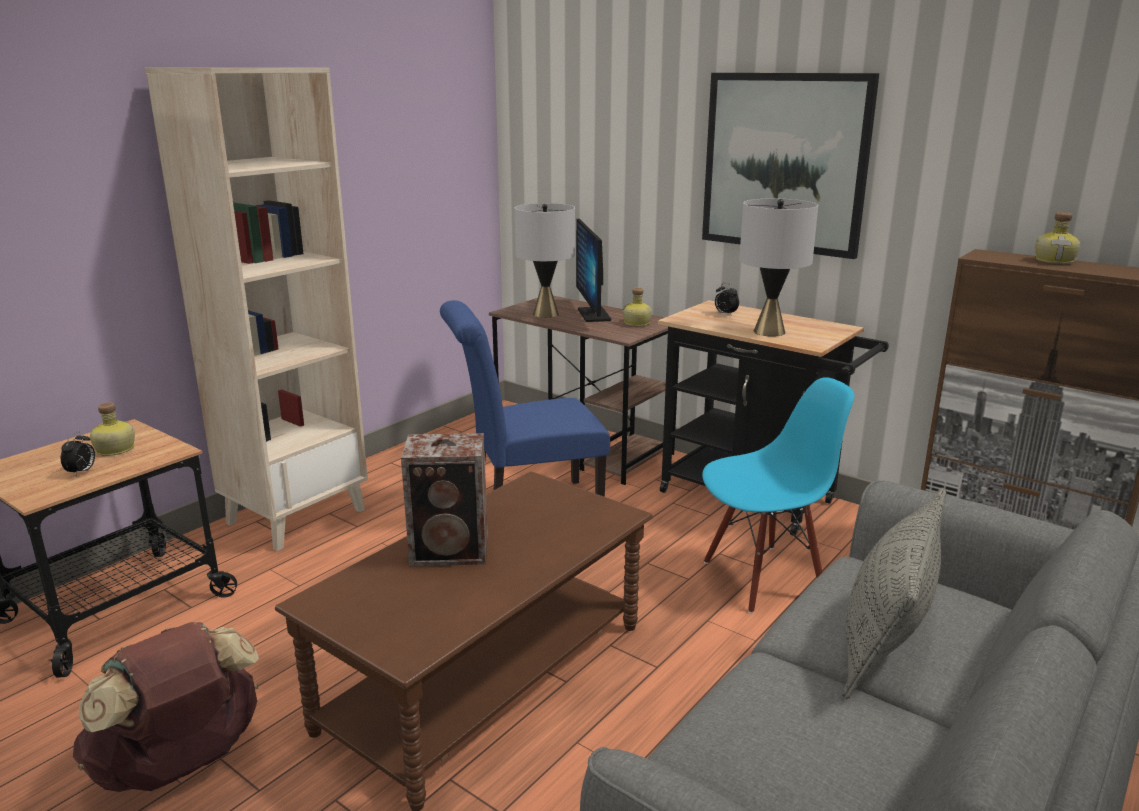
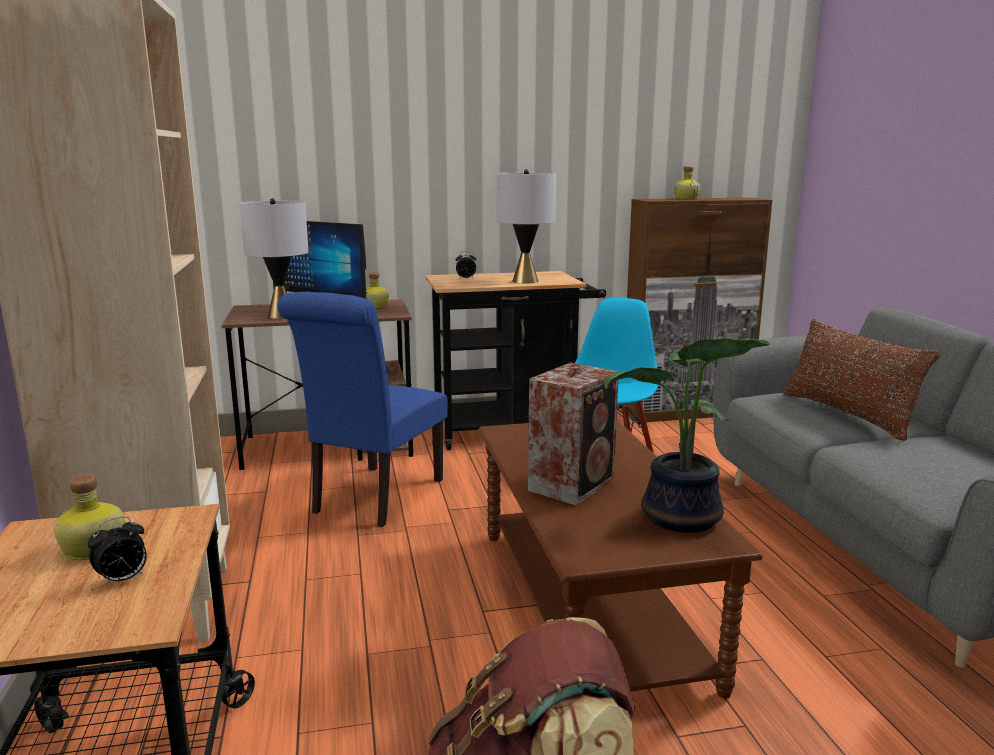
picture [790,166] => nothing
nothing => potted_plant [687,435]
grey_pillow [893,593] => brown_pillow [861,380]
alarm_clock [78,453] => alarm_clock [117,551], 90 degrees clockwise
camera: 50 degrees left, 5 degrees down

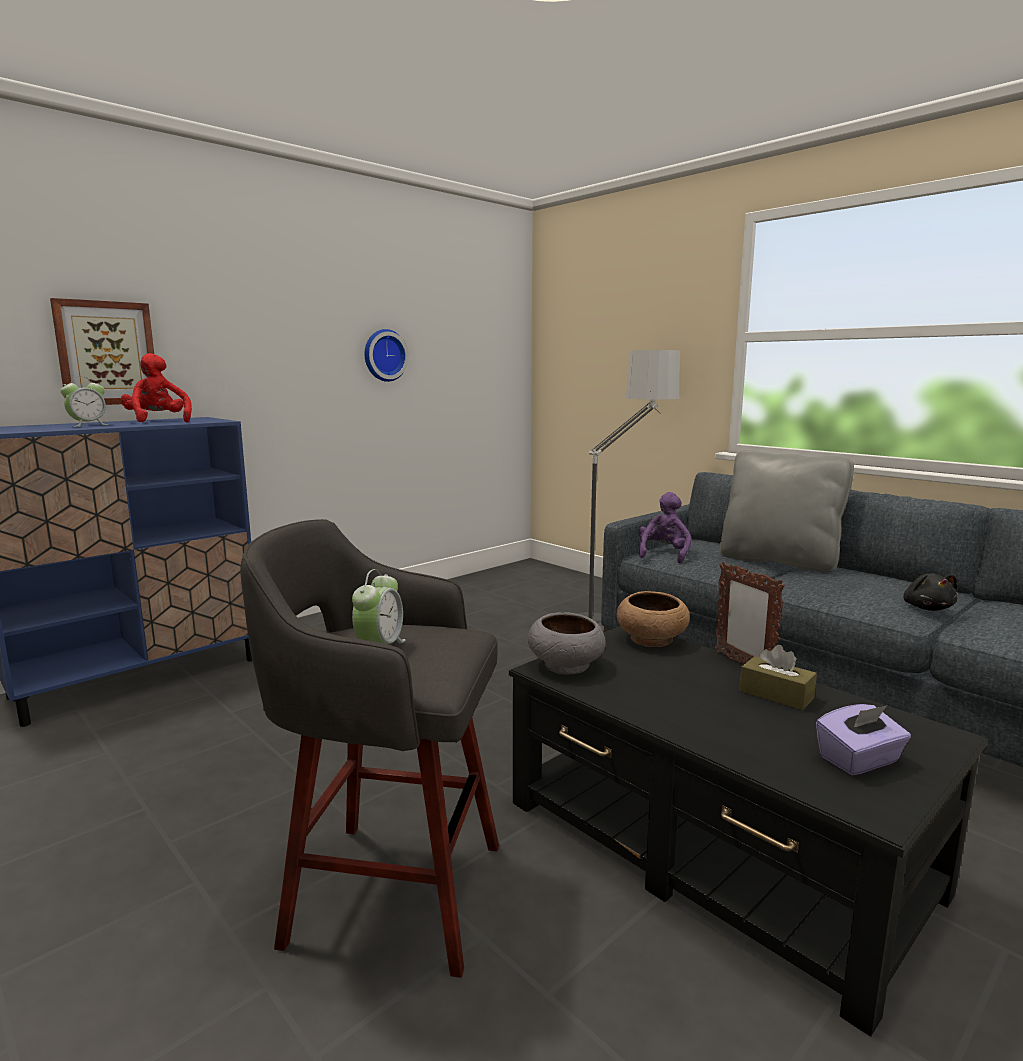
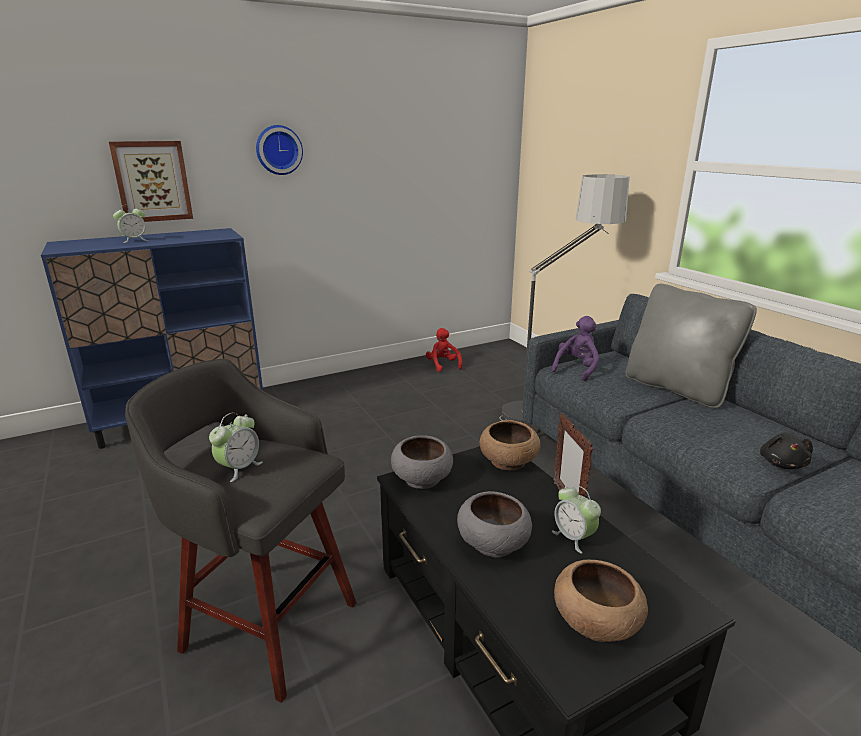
nothing => grey_bowl [494,524]
red_plush_toy [156,388] => red_plush_toy [444,350], move
wall_clock [387,355] => wall_clock [279,150], move
brown_tissue_box [778,677] => alarm_clock [576,520]
purple_tissue_box [863,739] => brown_bowl [601,600]
camera: 15 degrees right, 10 degrees up

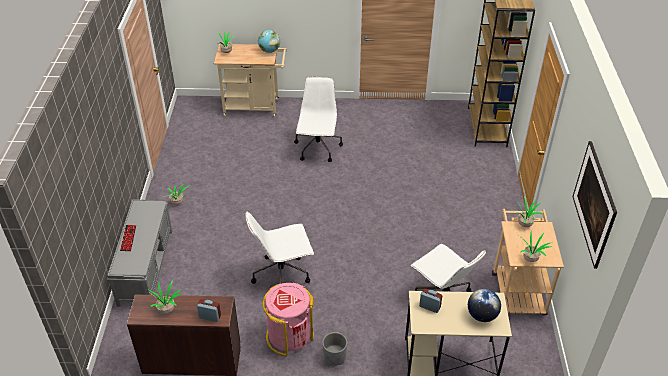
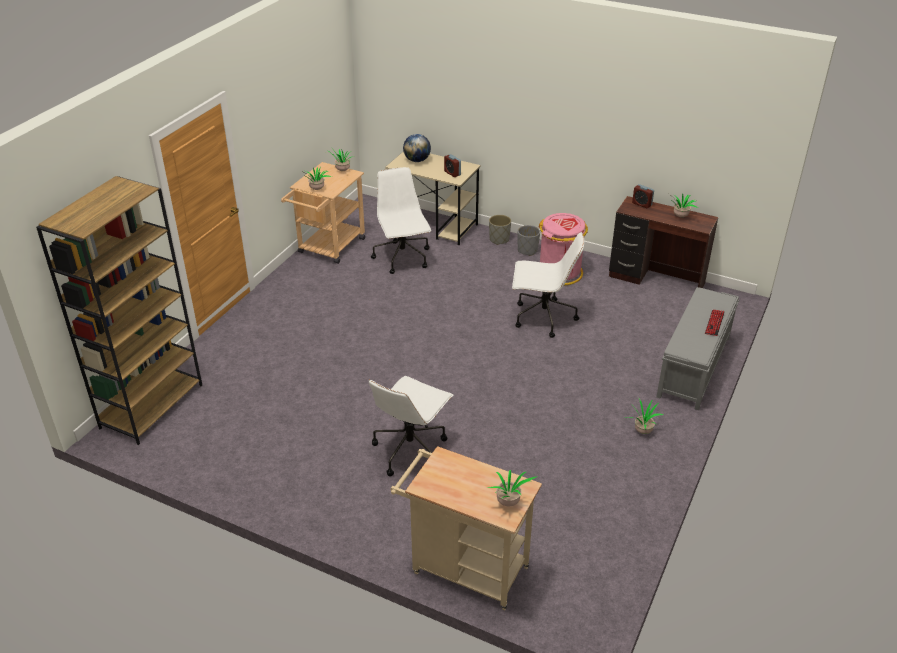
globe [269,41] => nothing
picture [594,205] => nothing
nothing => grey_planter [500,230]
camera: 155 degrees left, 5 degrees down

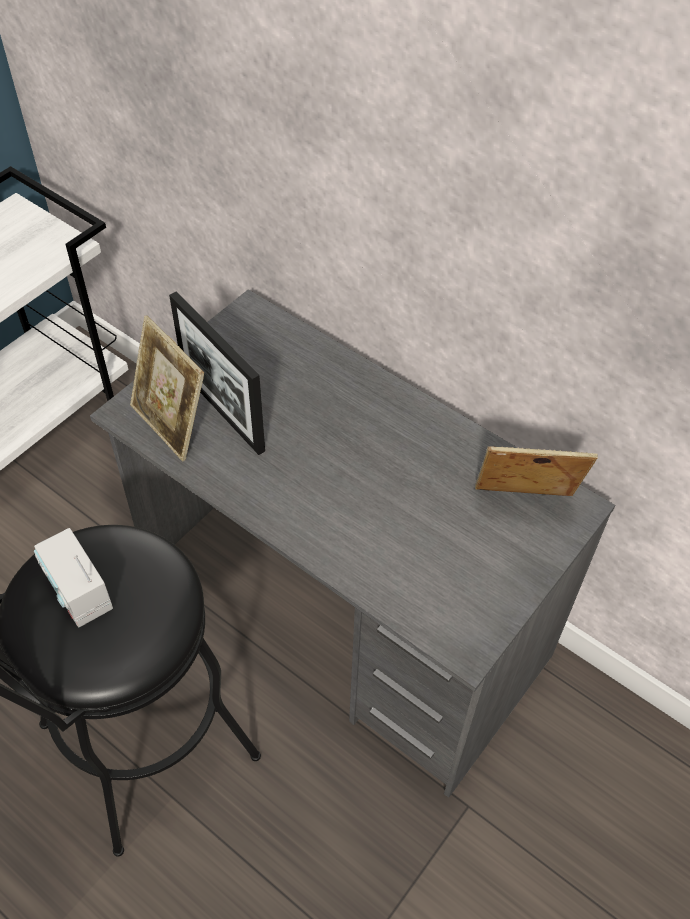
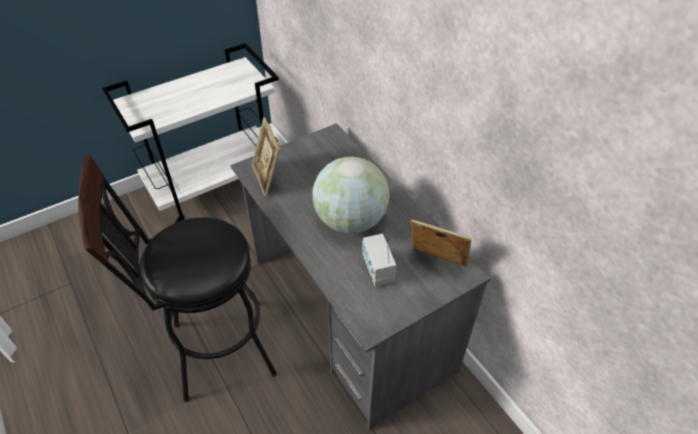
picture_frame [217,373] => nothing
nothing => globe [351,195]
radio [73,577] => radio [379,260], move
camera: 20 degrees right, 5 degrees down

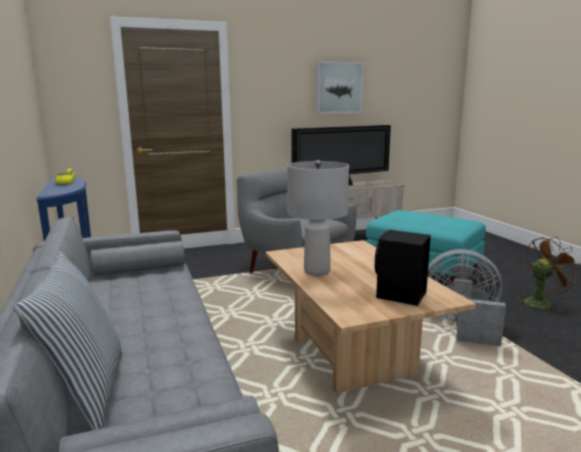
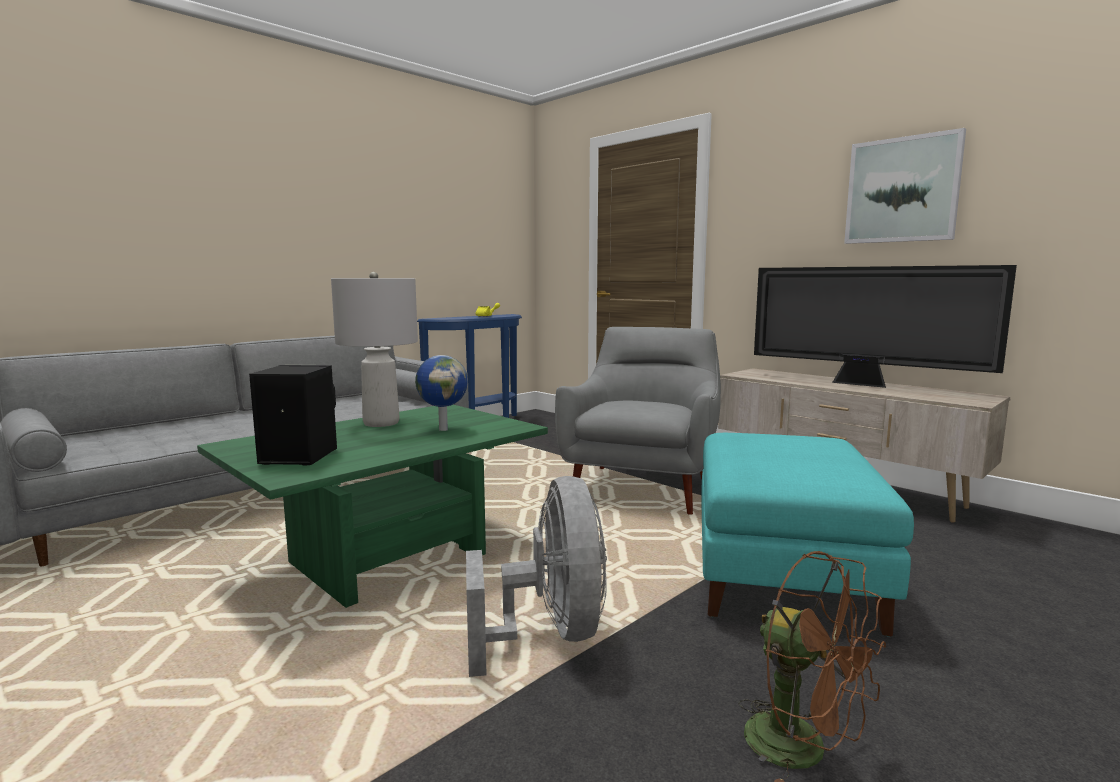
pillow [68,340] => nothing
nothing => globe [441,393]
beige_coffee_table [370,316] => green_coffee_table [372,506]
camera: 65 degrees right, 5 degrees down

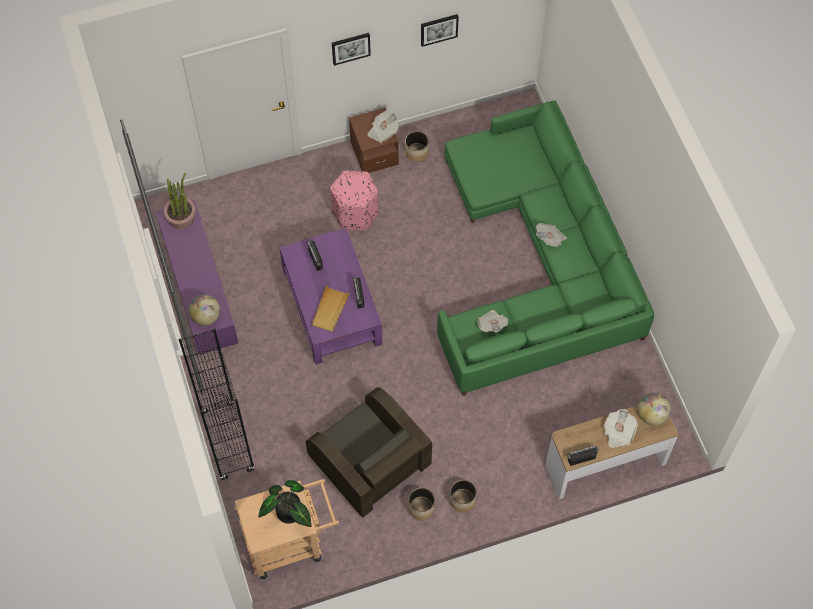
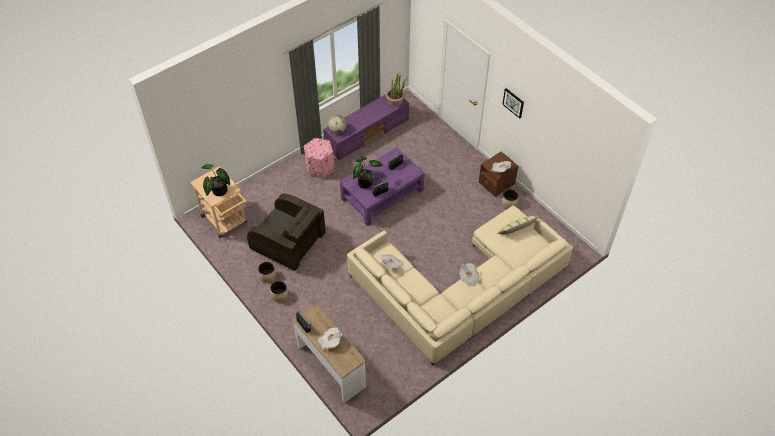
black_bookcase [217,404] => nothing
picture [440,30] => nothing
globe [654,409] => nothing
nothing => pillow [518,225]
pink_ottoman [354,200] => pink_ottoman [319,158], move
beige_tray [331,309] => potted_plant [368,173]
green_sofa [545,248] => beige_sofa [460,286]
brown_armchair [369,452] => brown_armchair [286,232], 90 degrees counterclockwise
camera: 70 degrees right, 10 degrees down

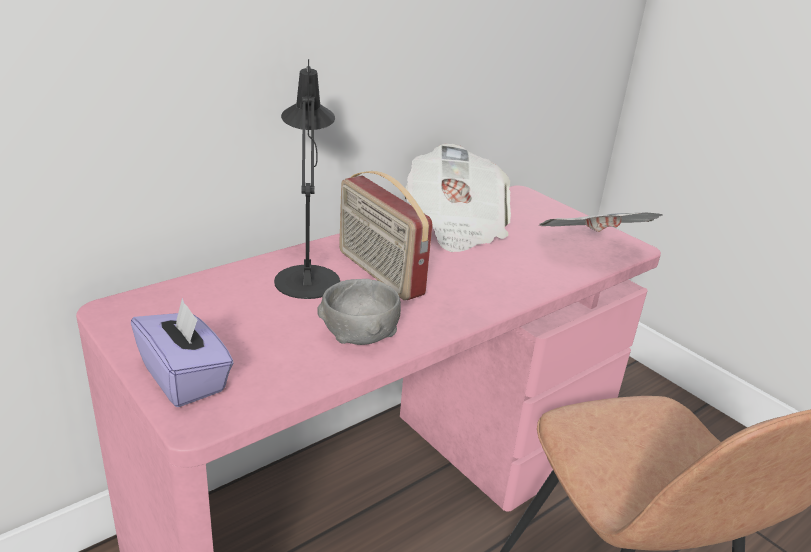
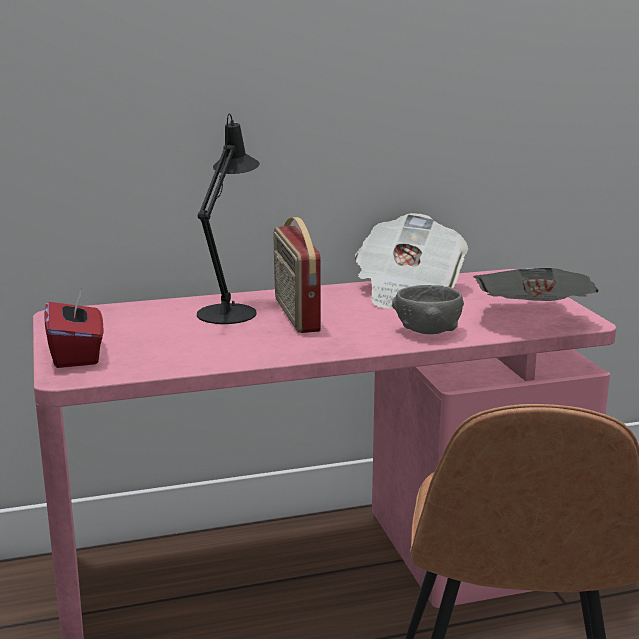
grey_bowl [359,312] => grey_bowl [428,309], move
purple_tissue_box [182,352] => red_tissue_box [74,327]
camera: 25 degrees right, 10 degrees down

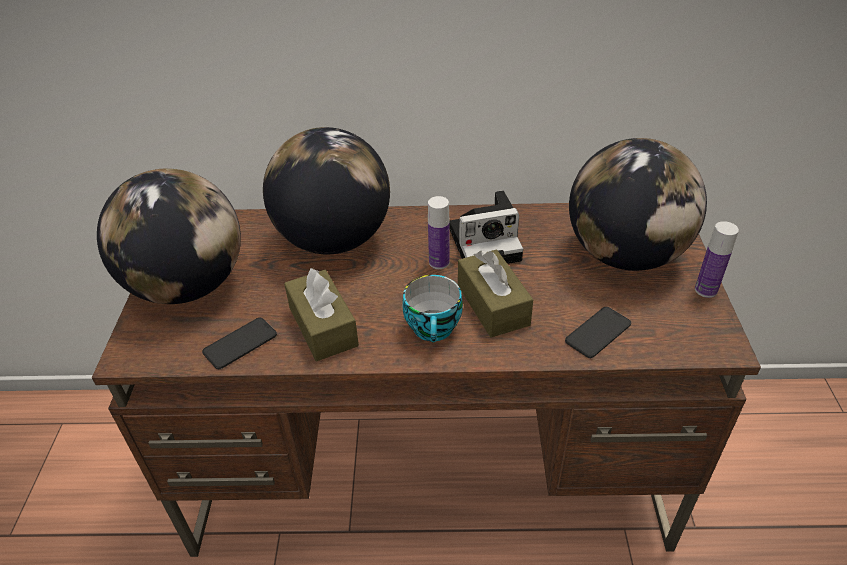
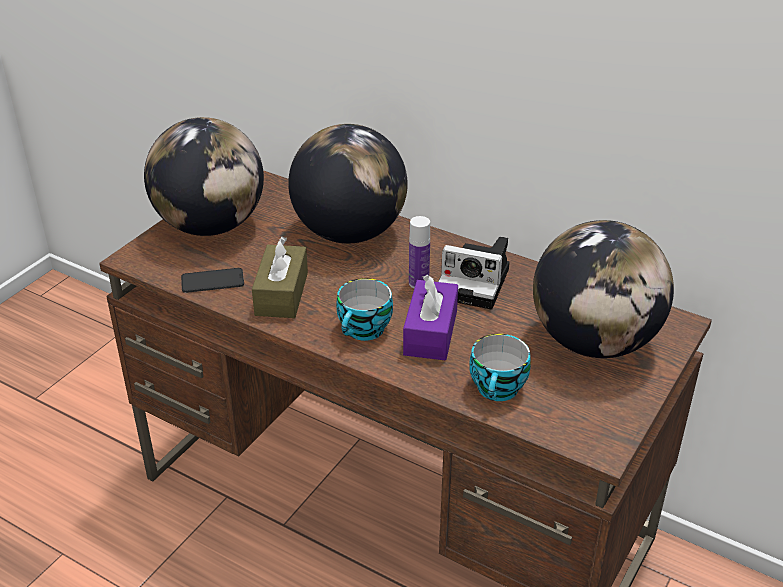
bottle [717,259] => nothing
phone [598,332] => cup [500,367]
brown_tissue_box [495,293] => purple_tissue_box [430,318]
camera: 30 degrees right, 5 degrees down

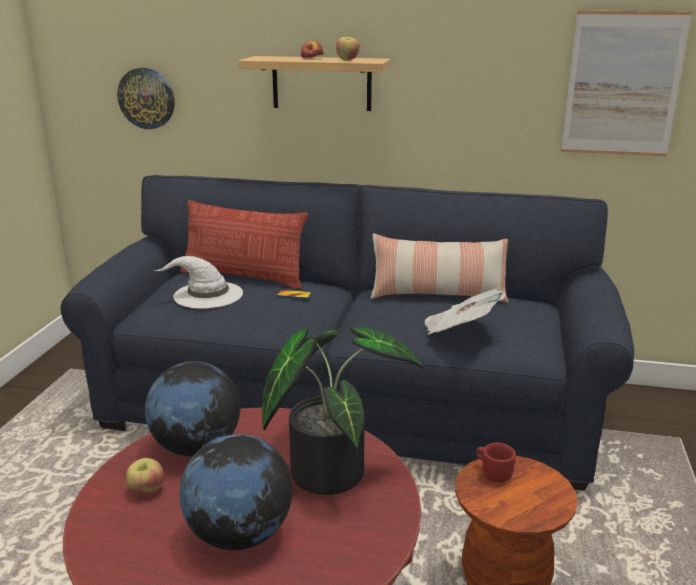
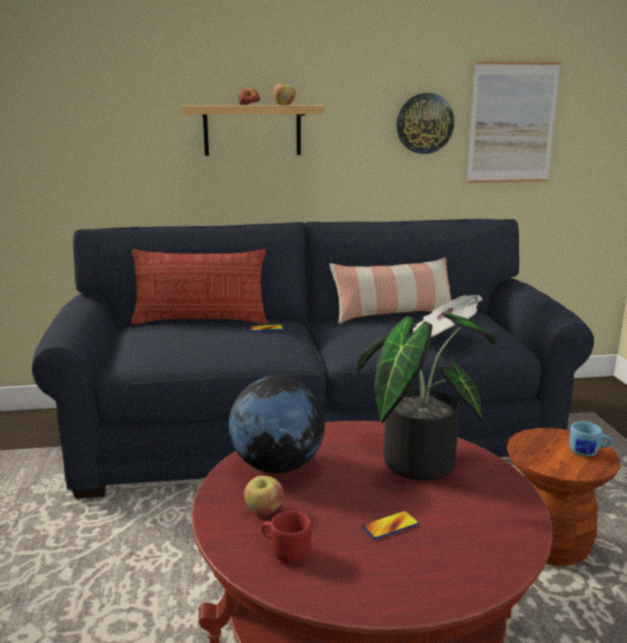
white_hat [199,282] => nothing
nothing => blue_mug [590,439]
wall_clock [146,98] => wall_clock [425,123], move
red_mug [496,463] => red_mug [286,537], move
globe [235,492] => phone [390,525]
camera: 20 degrees left, 5 degrees down

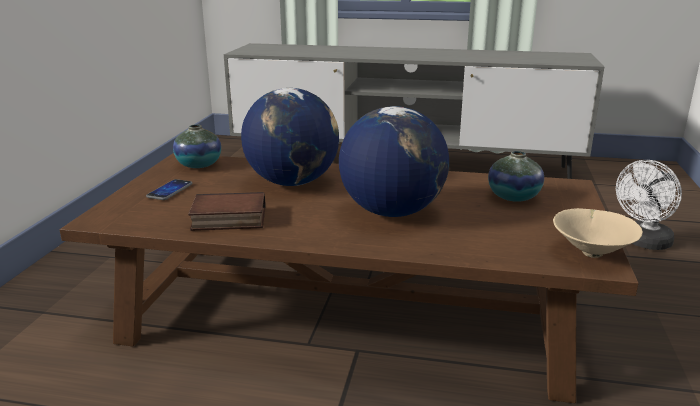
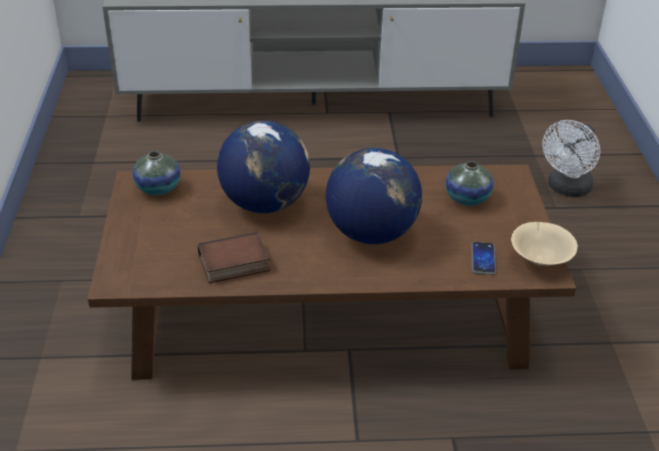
phone [169,189] => phone [483,258], move
camera: 15 degrees left, 15 degrees up

